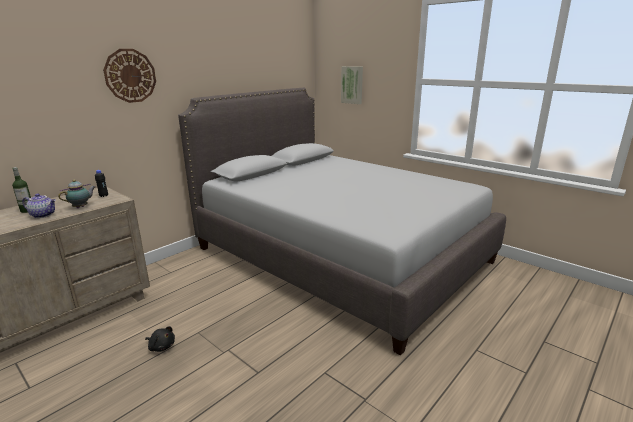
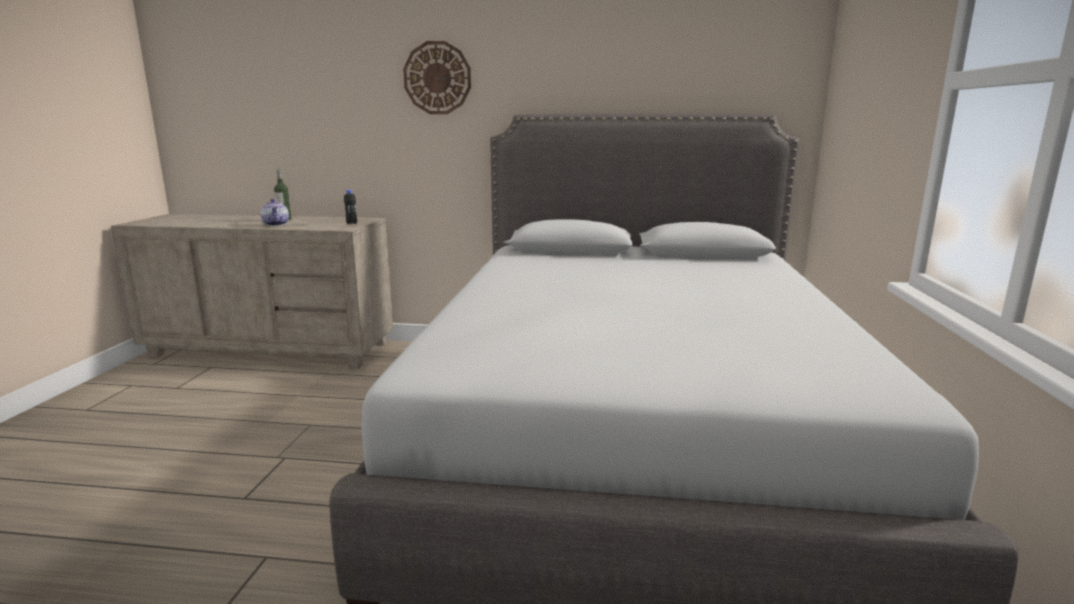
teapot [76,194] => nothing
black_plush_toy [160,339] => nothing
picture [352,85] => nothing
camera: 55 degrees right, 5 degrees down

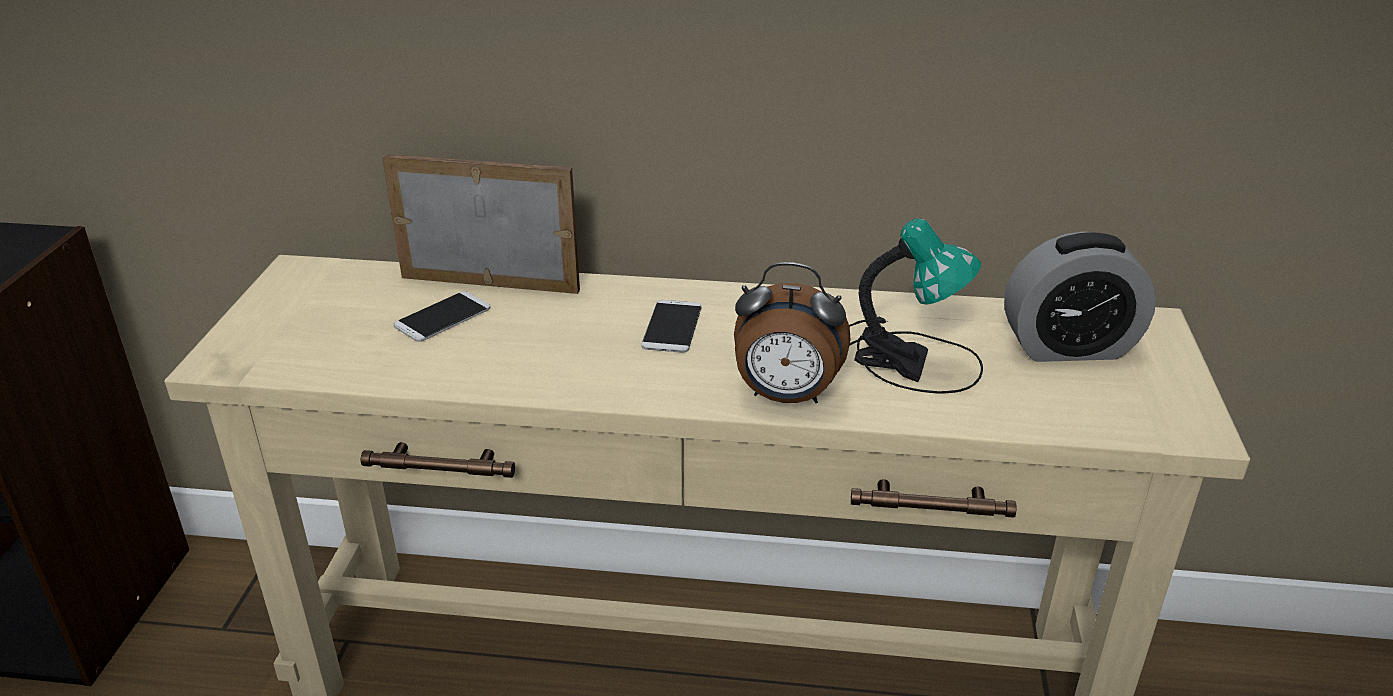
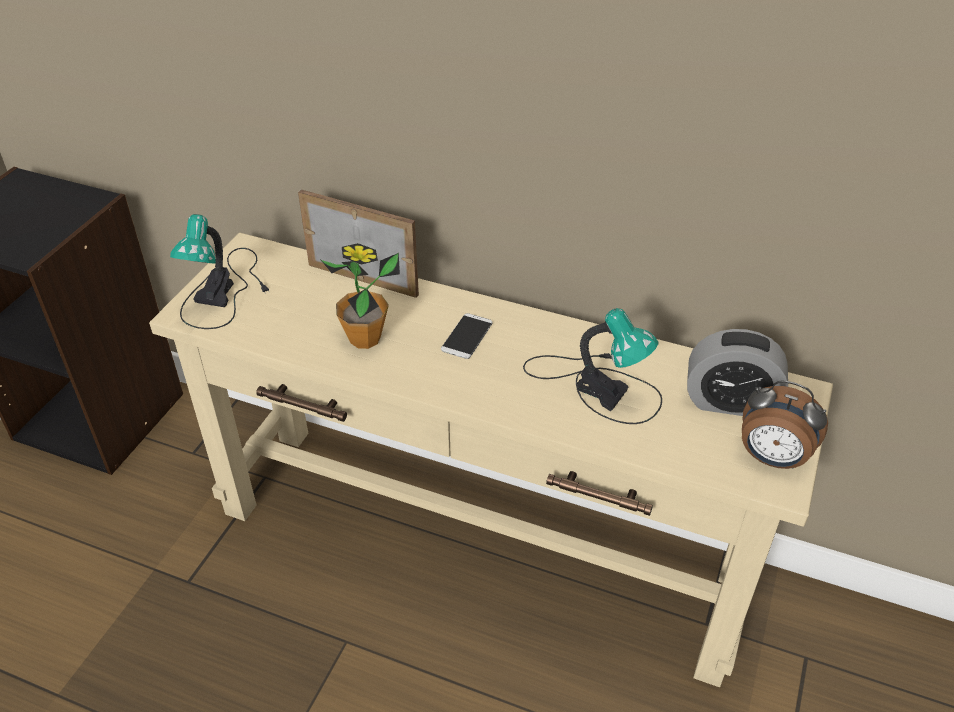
phone [441,316] => nothing
nothing => table_lamp [220,271]
nothing => potted_plant [360,296]
alarm_clock [792,332] => alarm_clock [785,424], move
camera: 15 degrees right, 10 degrees up

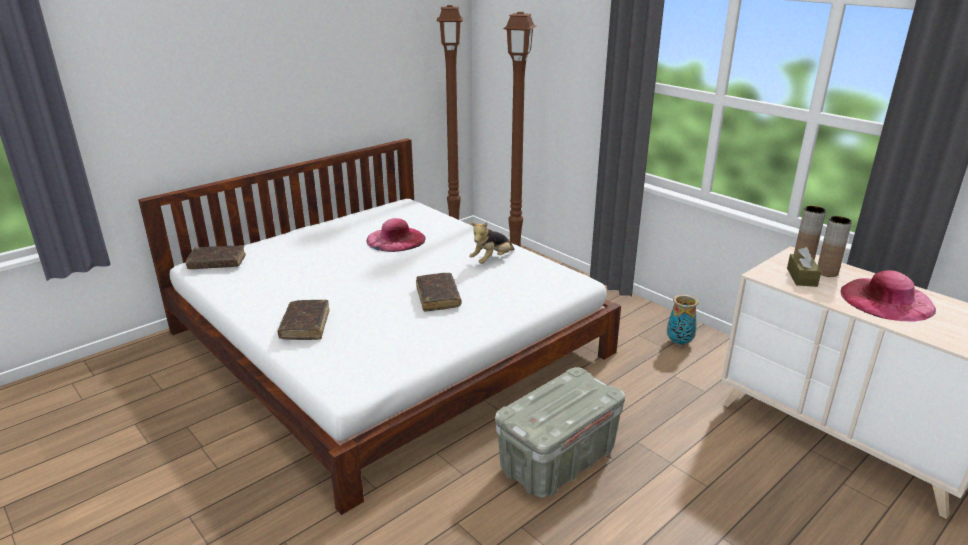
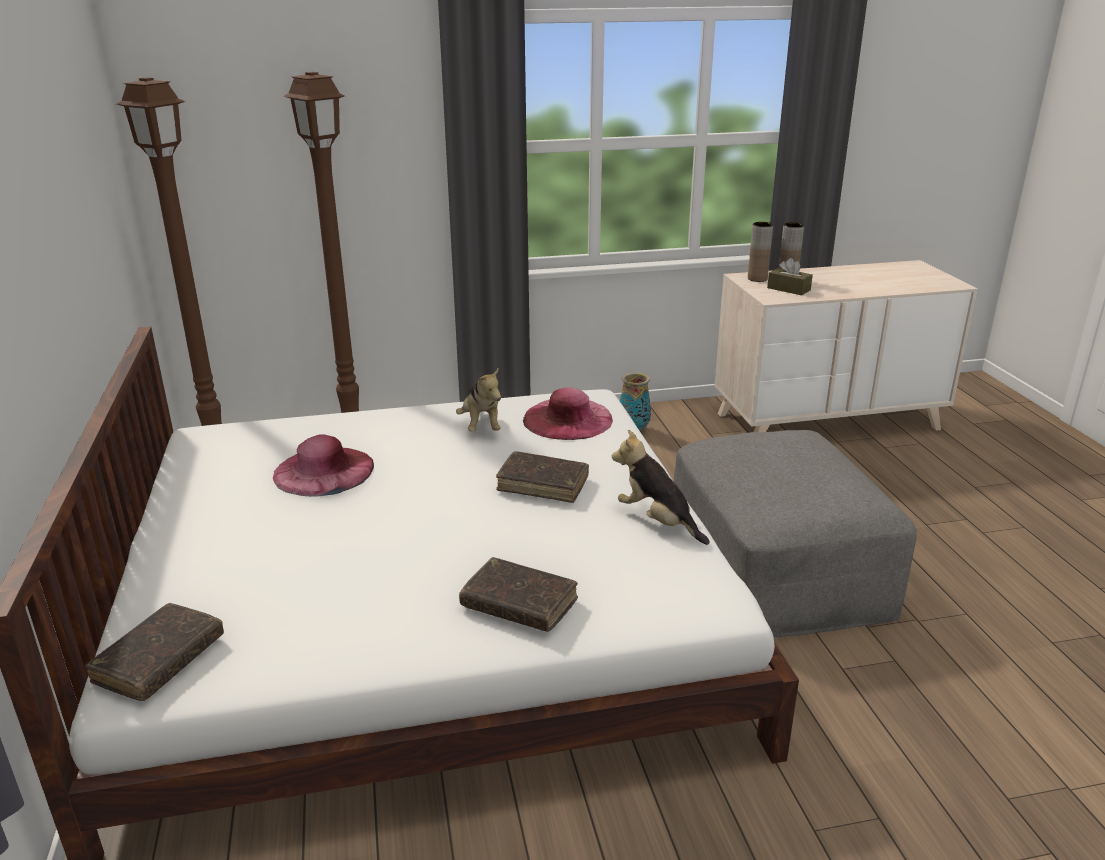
nothing => plush_toy [661,487]
pink_hat [888,296] => pink_hat [568,413], move
grey_storage_box [560,432] => grey_ottoman [795,534]
camera: 60 degrees left, 0 degrees up

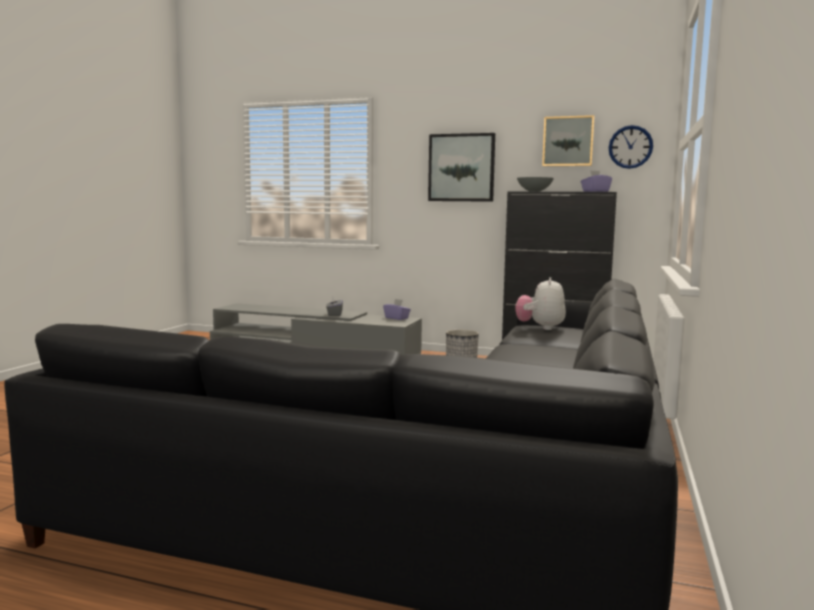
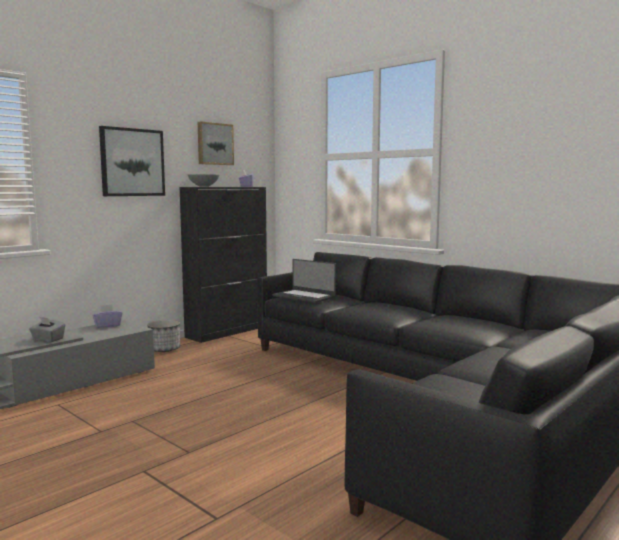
wall_clock [631,147] => nothing
plush_toy [540,303] => laptop [304,281]
camera: 65 degrees left, 0 degrees up

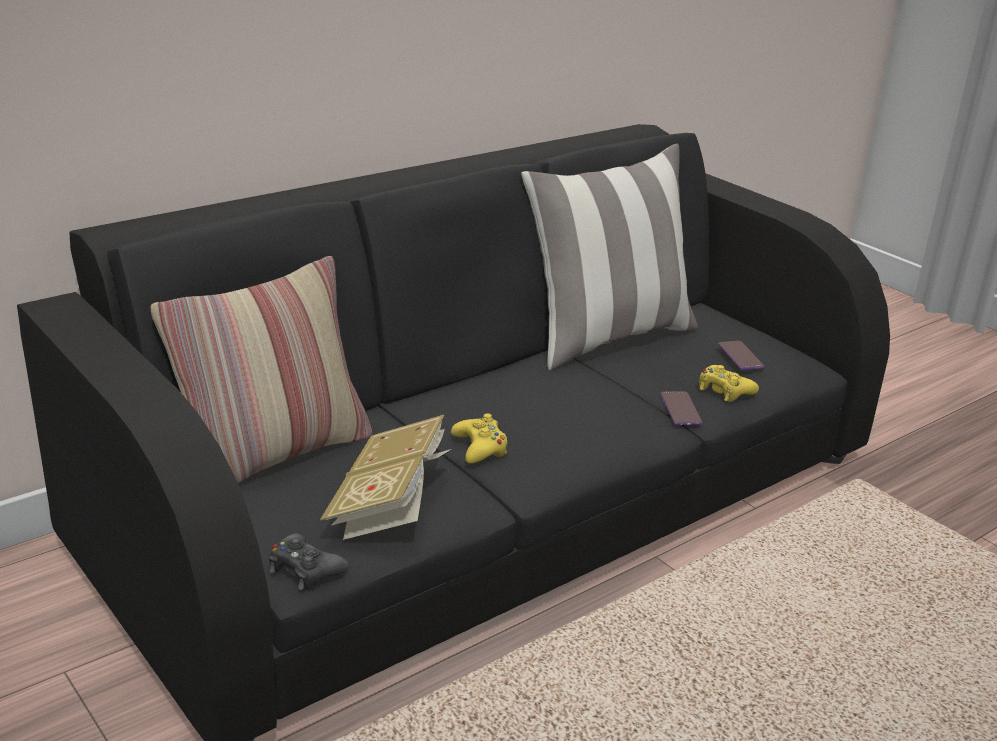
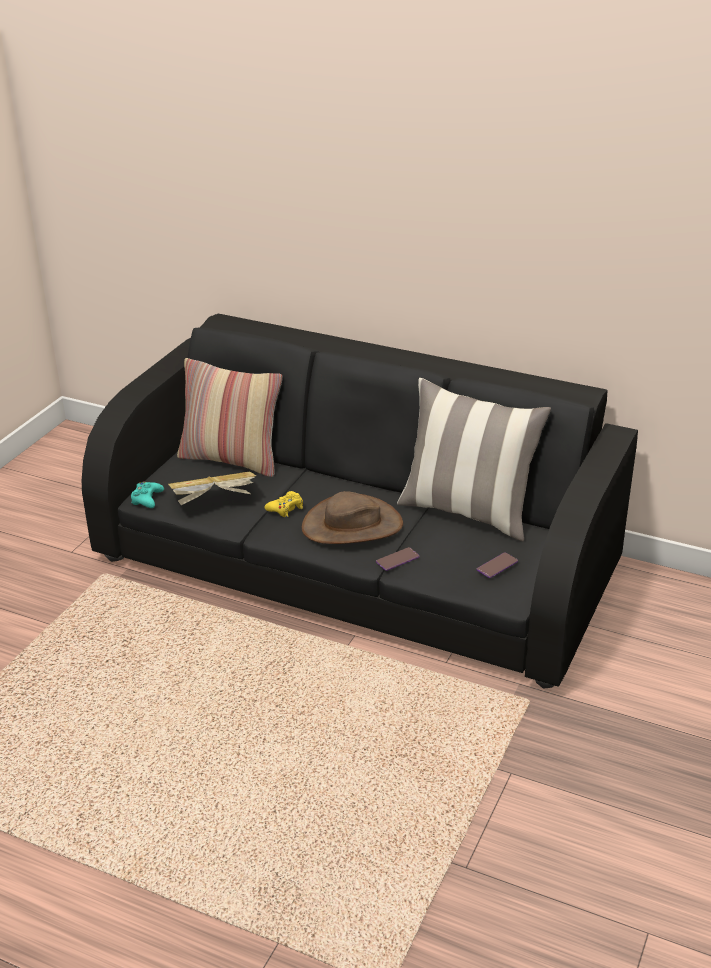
yellow_game_controller [729,383] => nothing
nothing => brown_hat [352,517]
black_game_controller [309,561] => turquoise_game_controller [147,495]
camera: 65 degrees right, 5 degrees up

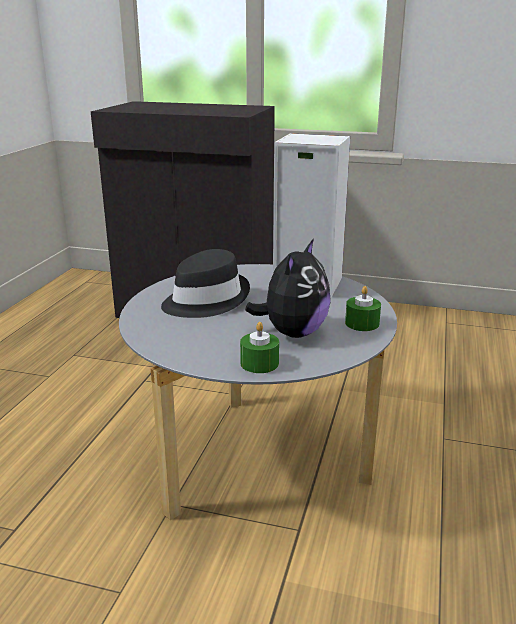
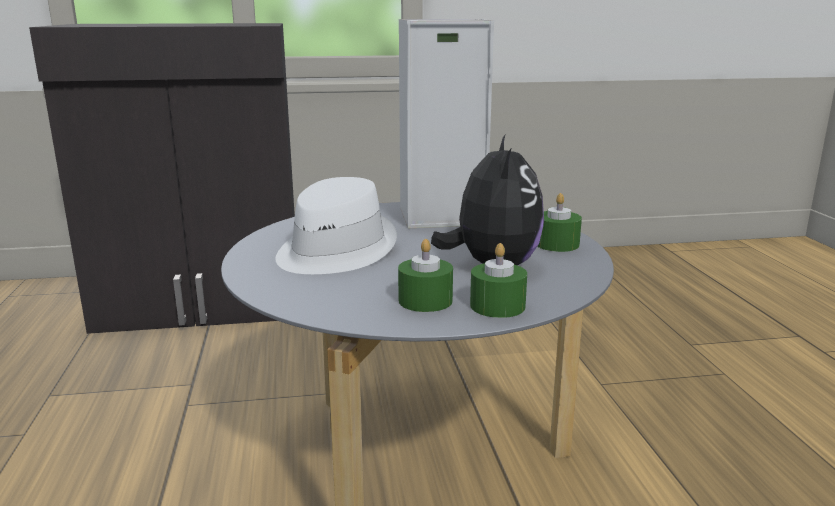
nothing => green_candle [425,275]
black_hat [205,283] => white_hat [336,225]
camera: 25 degrees left, 5 degrees down

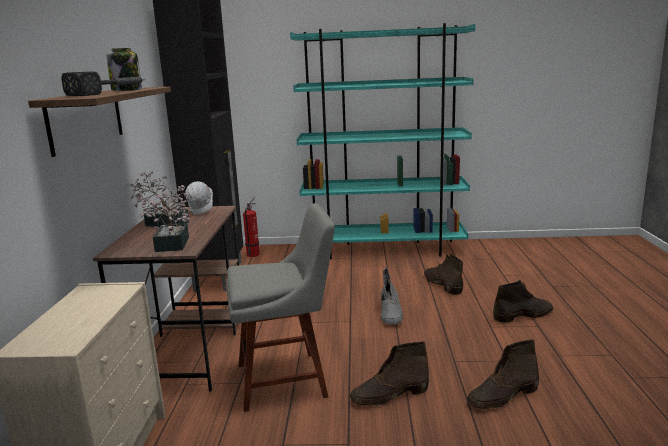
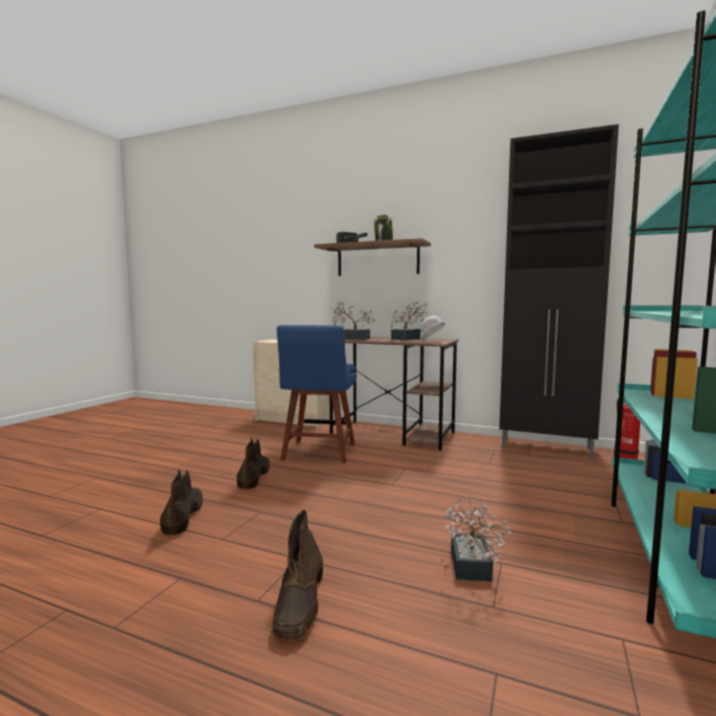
grey_boot [392,296] => nothing
brown_boot [443,274] => potted_plant [478,540]
grey_chair [280,307] => blue_chair [317,394]
camera: 110 degrees right, 10 degrees down

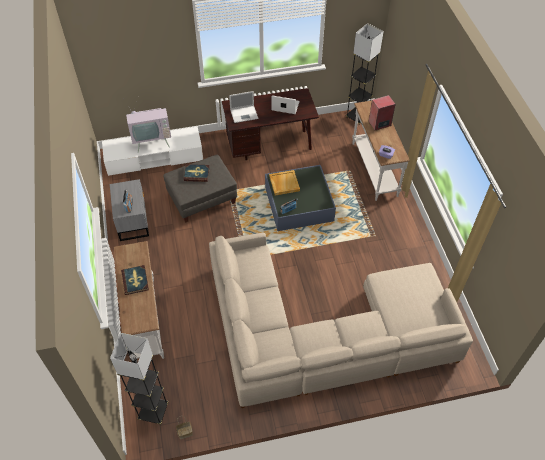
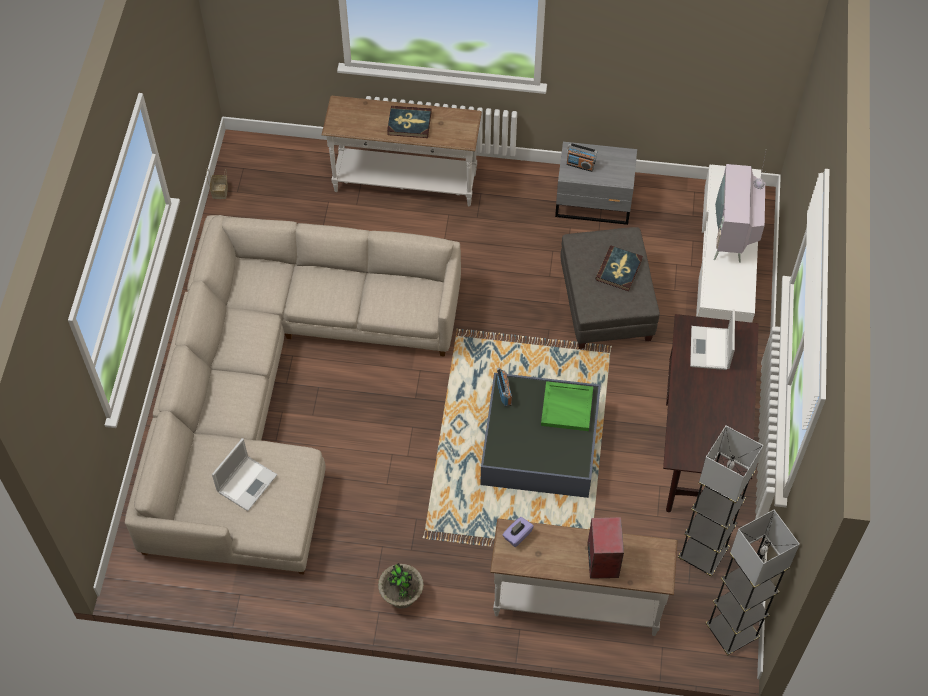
nothing => potted_plant [401,586]
grey_floor_lamp [139,378] => grey_floor_lamp [721,501], move
laptop [285,105] => laptop [244,474], move
beige_tray [284,182] => green_tray [567,406]
camera: 110 degrees right, 5 degrees up

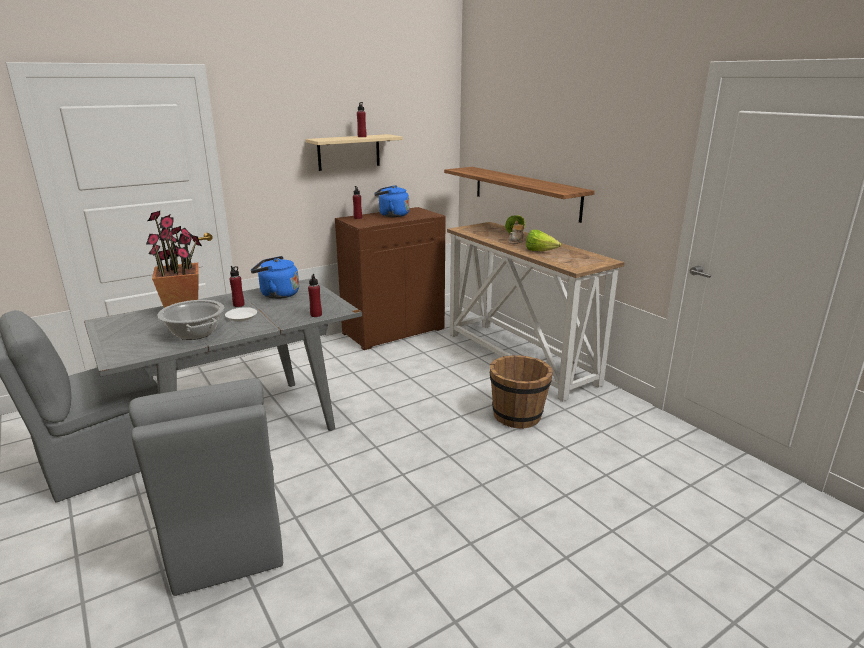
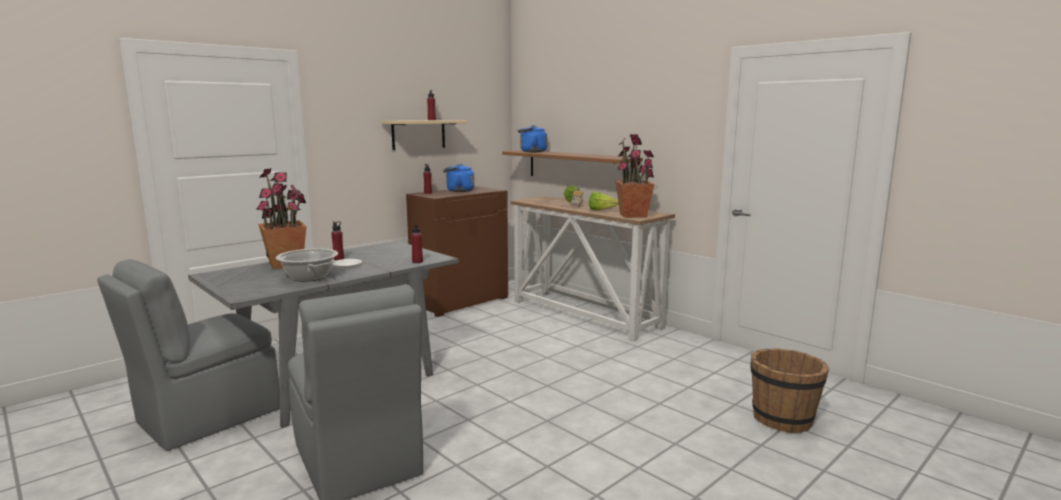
nothing => potted_plant [635,176]
blue_kettle [275,277] => blue_kettle [532,138], move
brown_bucket [521,392] => brown_bucket [789,391], move
camera: 10 degrees left, 10 degrees down

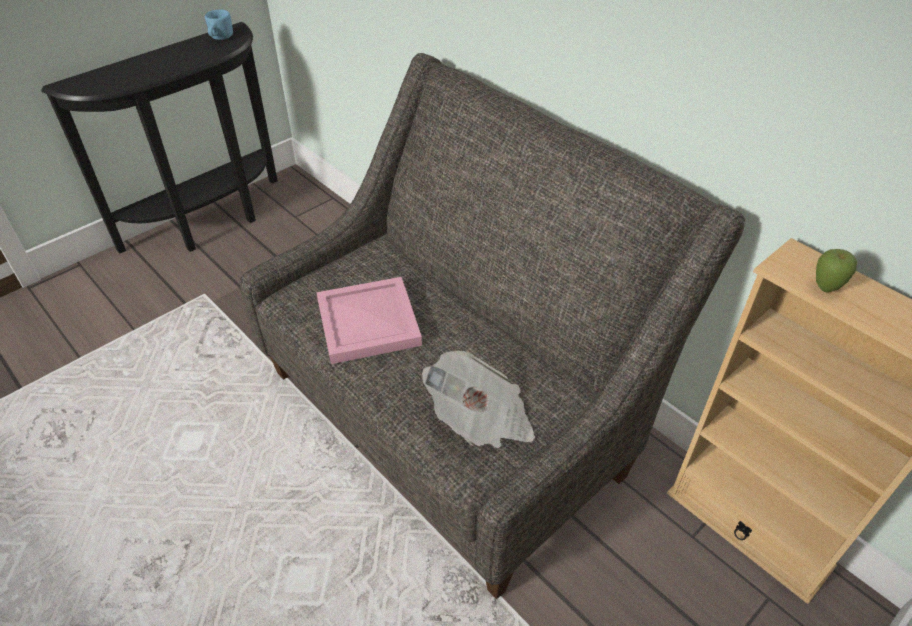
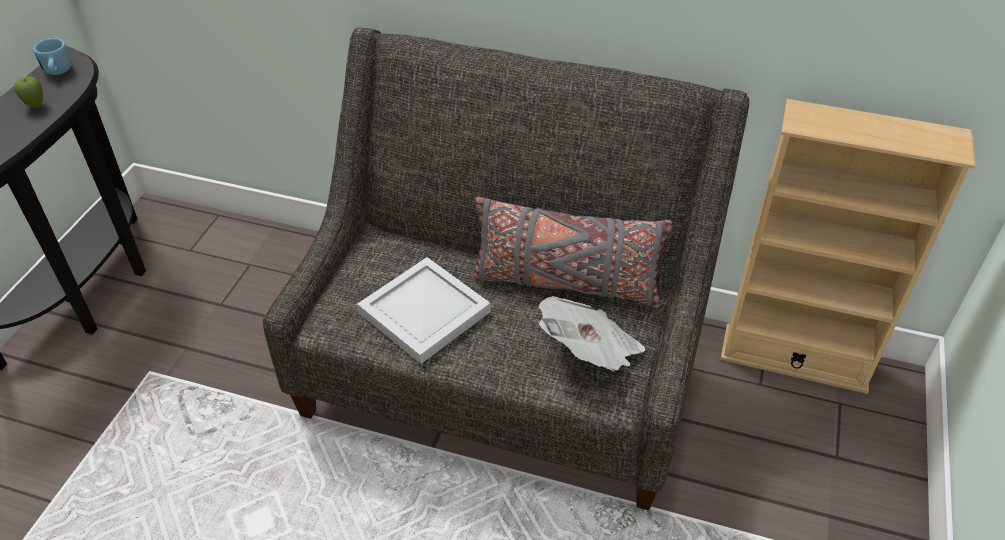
nothing => grey_pillow [573,252]
apple [836,271] => apple [28,92], move
pink_tray [369,320] => white_tray [424,310]
camera: 30 degrees left, 0 degrees up

